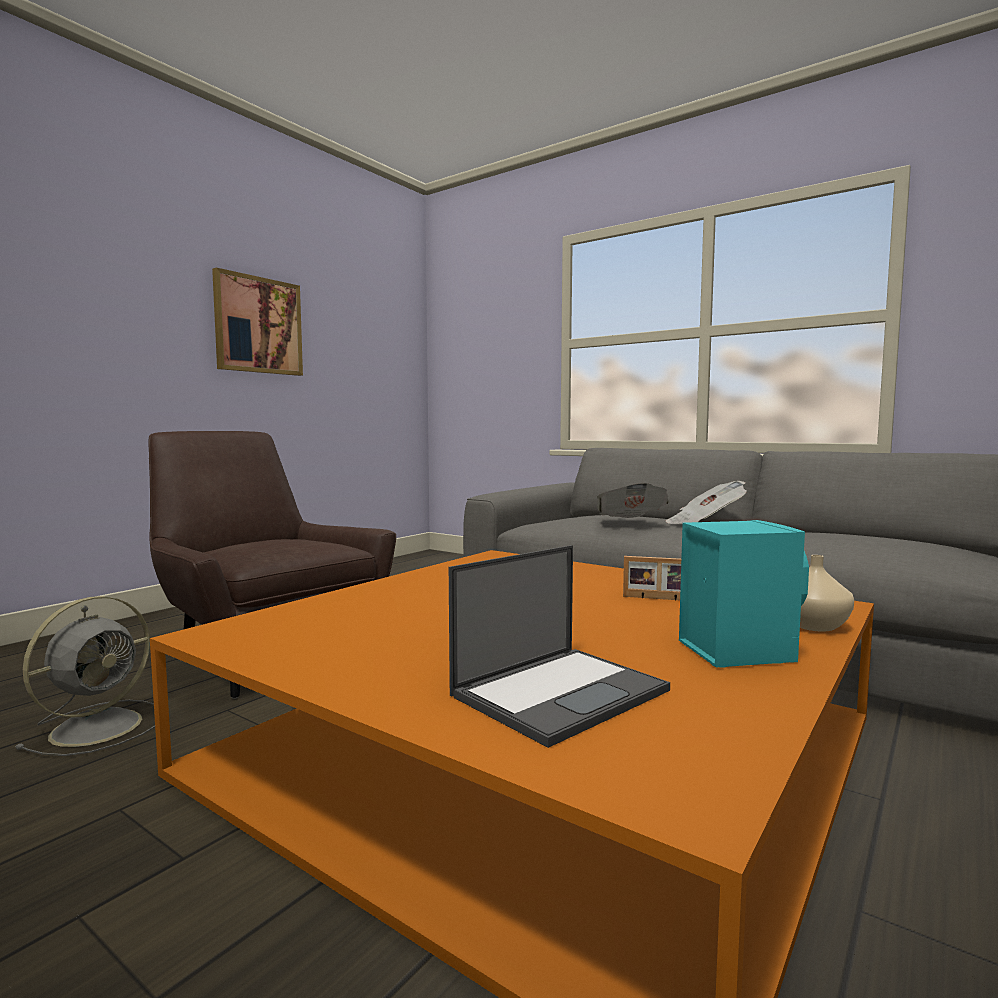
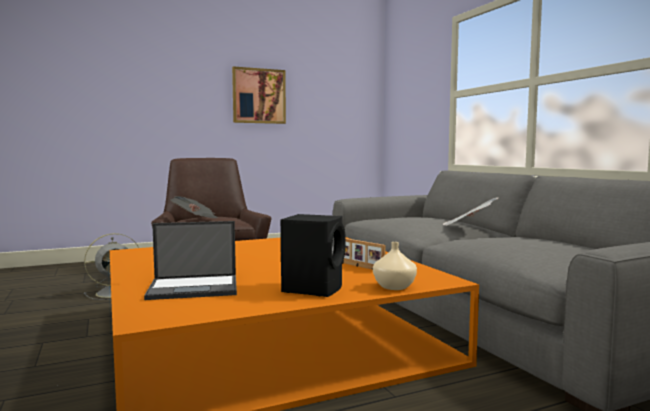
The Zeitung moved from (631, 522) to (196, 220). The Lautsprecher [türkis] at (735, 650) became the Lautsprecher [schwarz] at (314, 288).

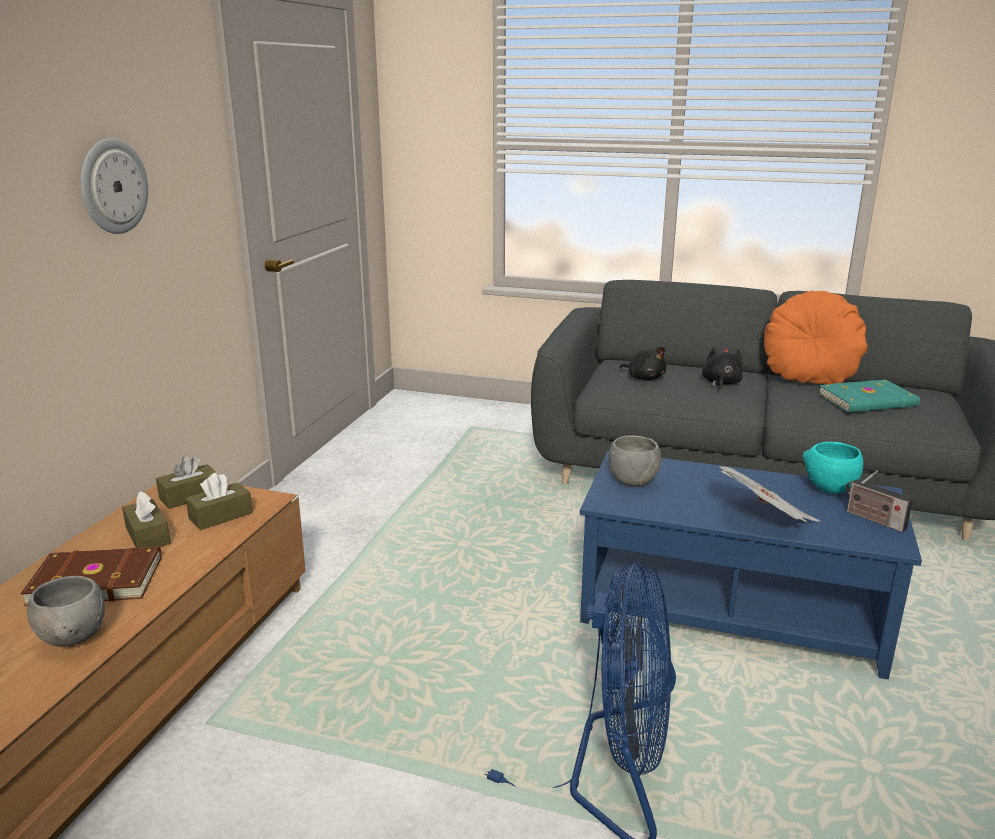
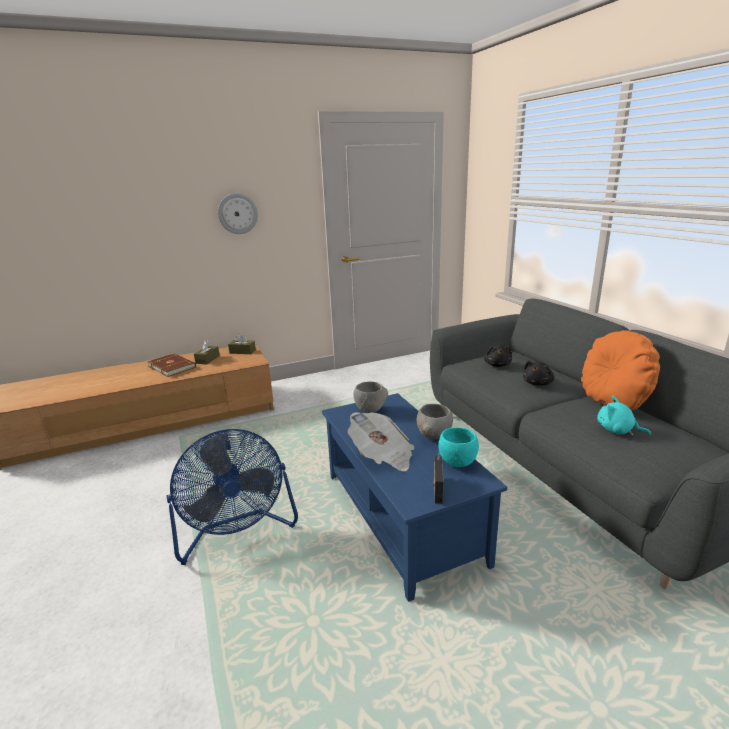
The Schüssel [grau] moved from (73, 640) to (433, 437). The Taschentuchbox [braun] at (221, 516) disappeared. The Plüschtier [schwarz] at (721, 383) turned 150 degrees clockwise. The Buch [türkis] at (868, 401) was replaced by the Plüschtier [türkis] at (617, 430).

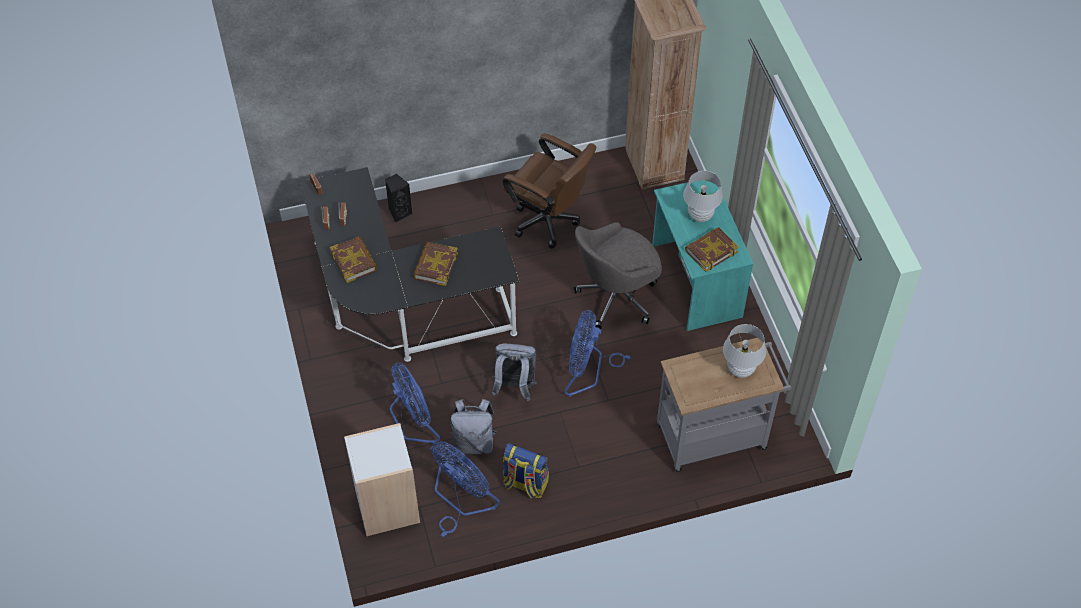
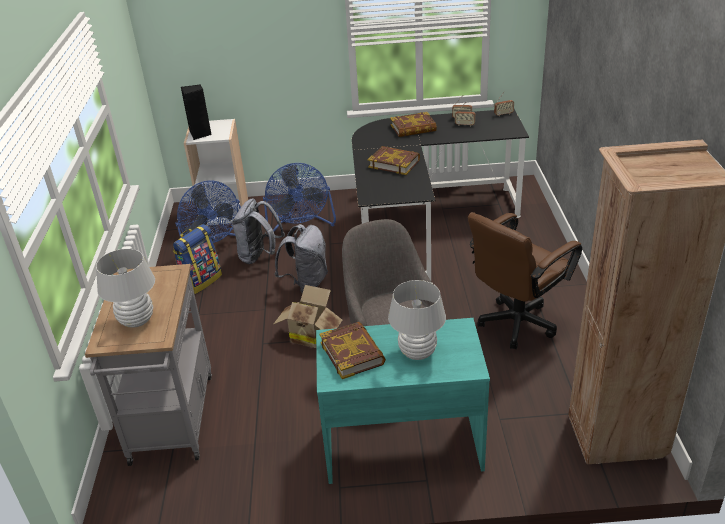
The Lautsprecher [schwarz] moved from (399, 212) to (200, 134). The Ventilator [blau] at (589, 366) was replaced by the Karton at (310, 335).

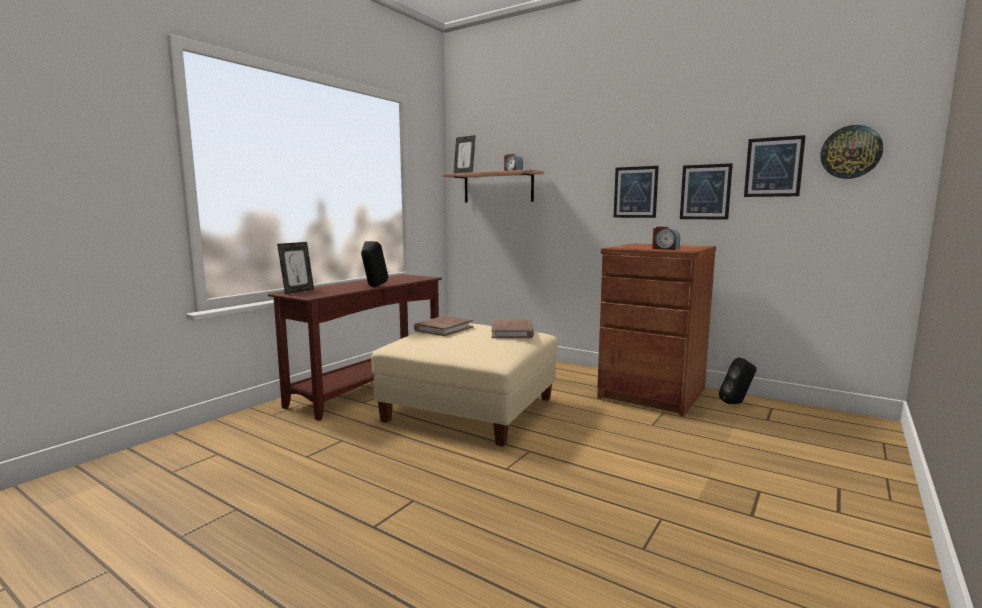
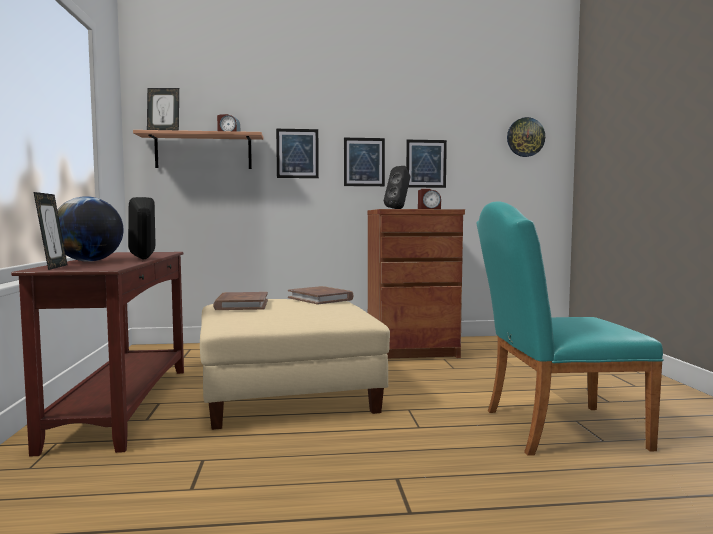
The Lautsprecher [schwarz] moved from (737, 403) to (399, 209). The Bild moved from (773, 167) to (297, 153). The Globus at (89, 261) appeared. The Stuhl [türkis] at (552, 429) appeared.

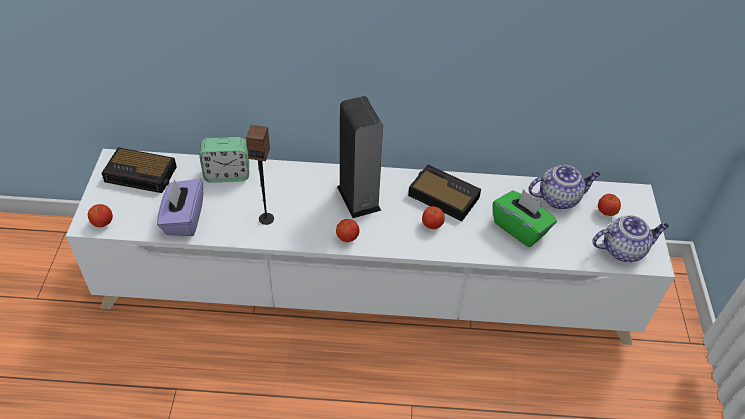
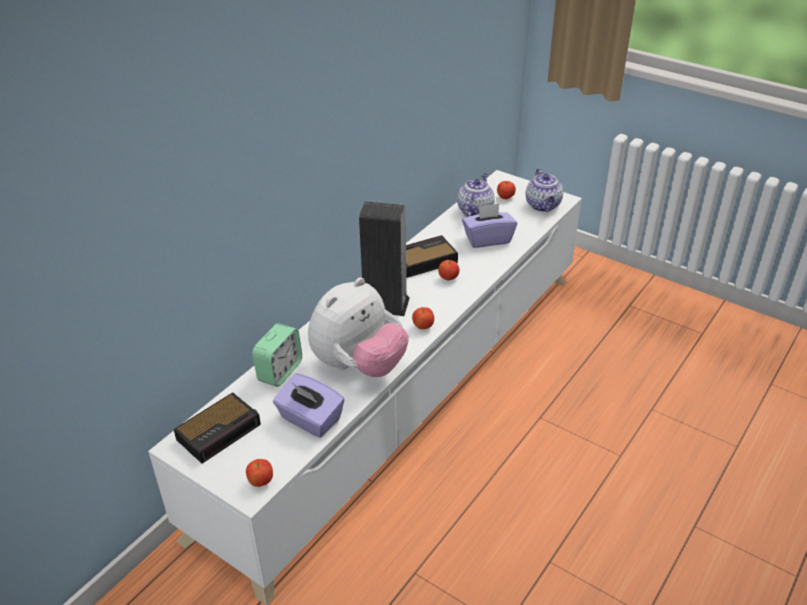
The Lautsprecher at (266, 218) was replaced by the Plüschtier at (359, 365). The Taschentuchbox [grün] at (520, 228) became the Taschentuchbox [lila] at (487, 239). The Teekanne at (623, 249) turned 150 degrees clockwise.

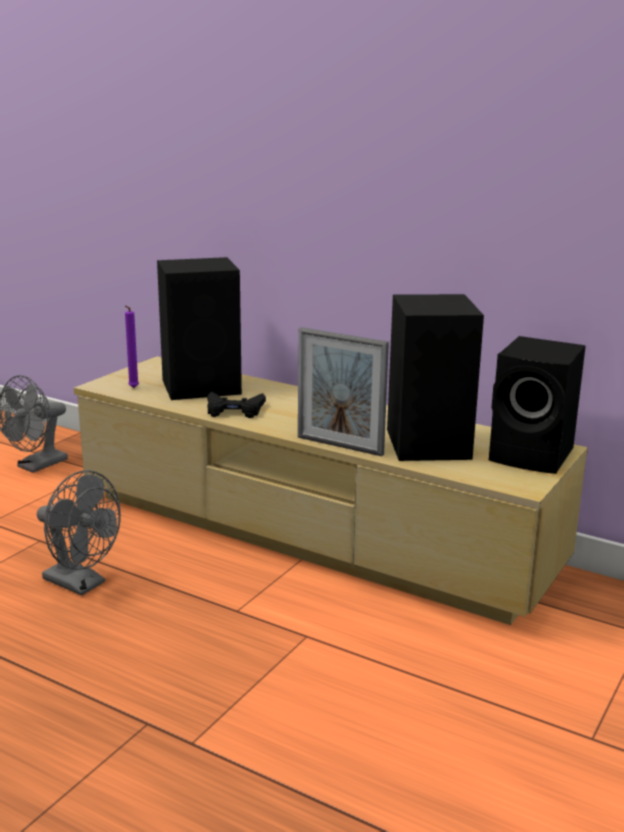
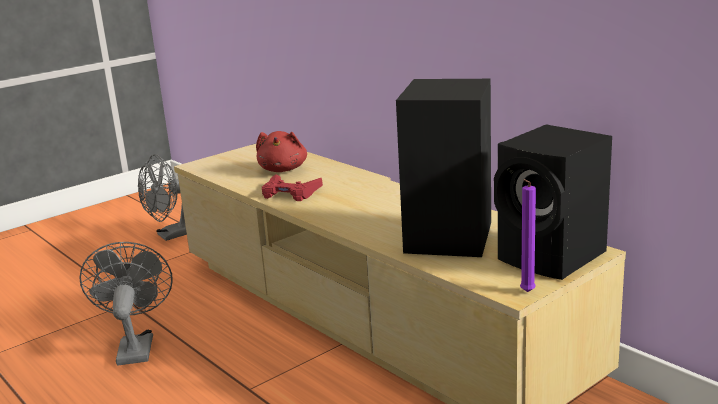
The Ventilator [grau] at (81, 584) turned 150 degrees counterclockwise. The Kerze [lila] moved from (132, 388) to (526, 293). The Lautsprecher [schwarz] at (203, 387) was replaced by the Plüschtier [rot] at (283, 169). The Gamepad [schwarz] at (234, 410) became the Gamepad [rot] at (290, 193). The Bilderrahmen at (339, 446) disappeared.

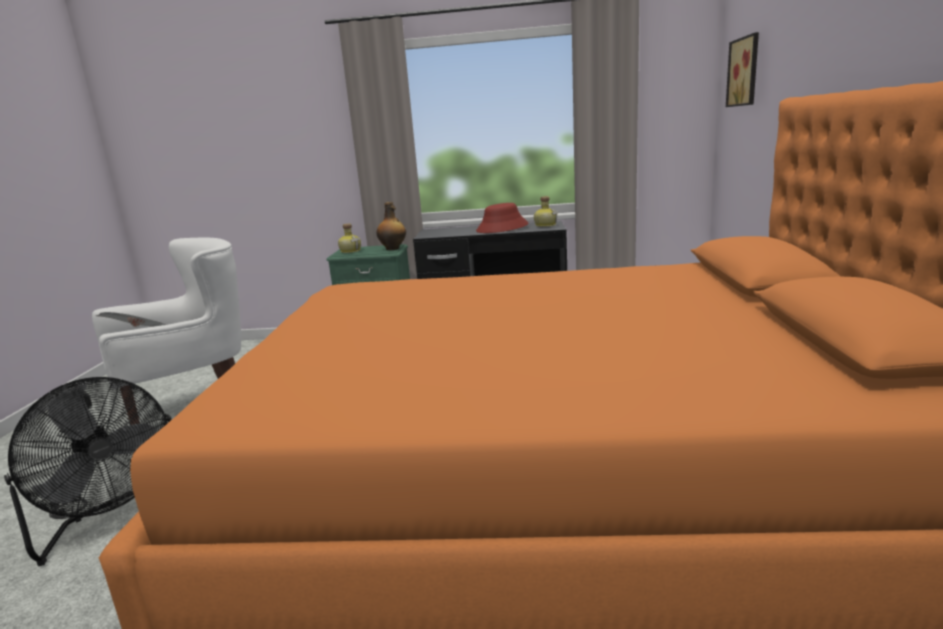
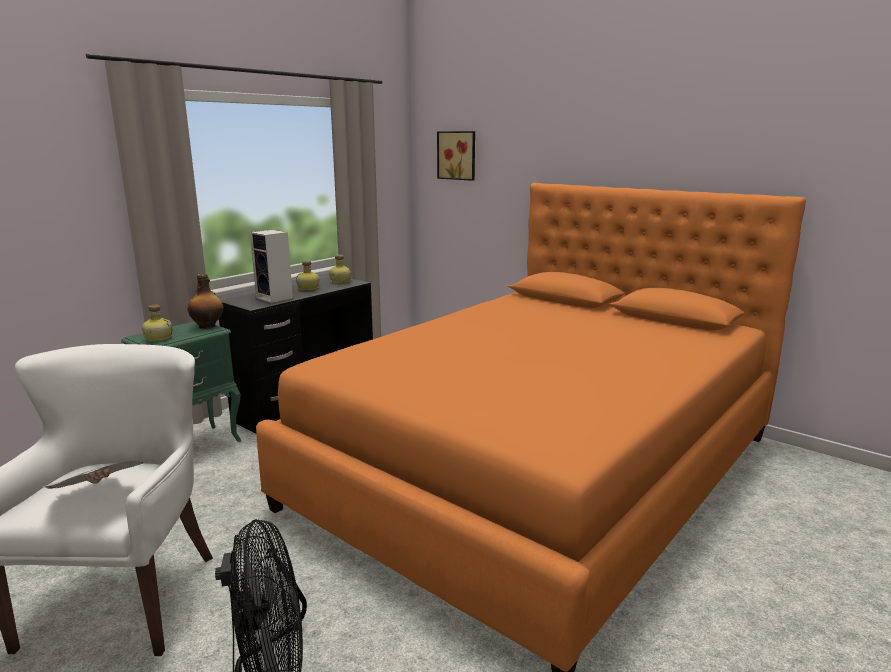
The Hut [rot] at (502, 228) was replaced by the Flasche at (308, 288). The Lautsprecher at (275, 298) appeared.

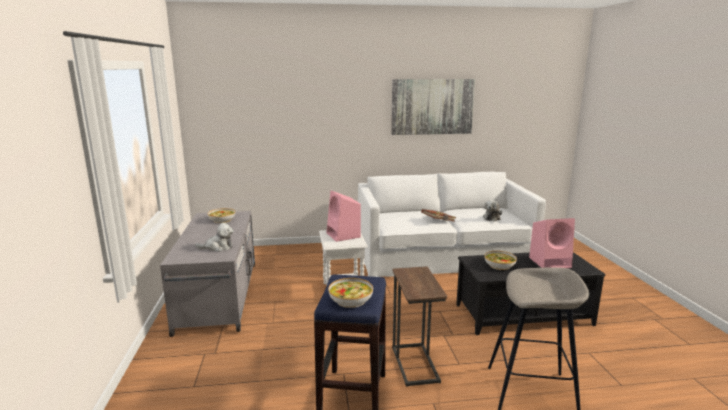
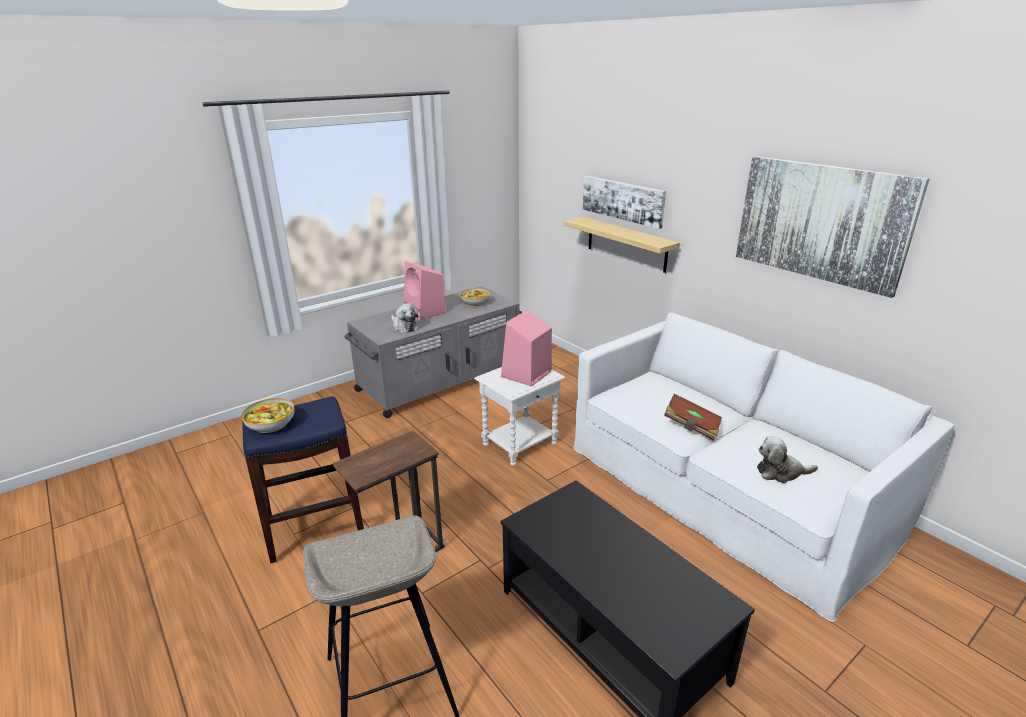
The Schüssel at (499, 265) disappeared. The Lautsprecher [rosa] moved from (550, 262) to (425, 312). The Wandregal at (626, 244) appeared. The Bild at (623, 200) appeared.

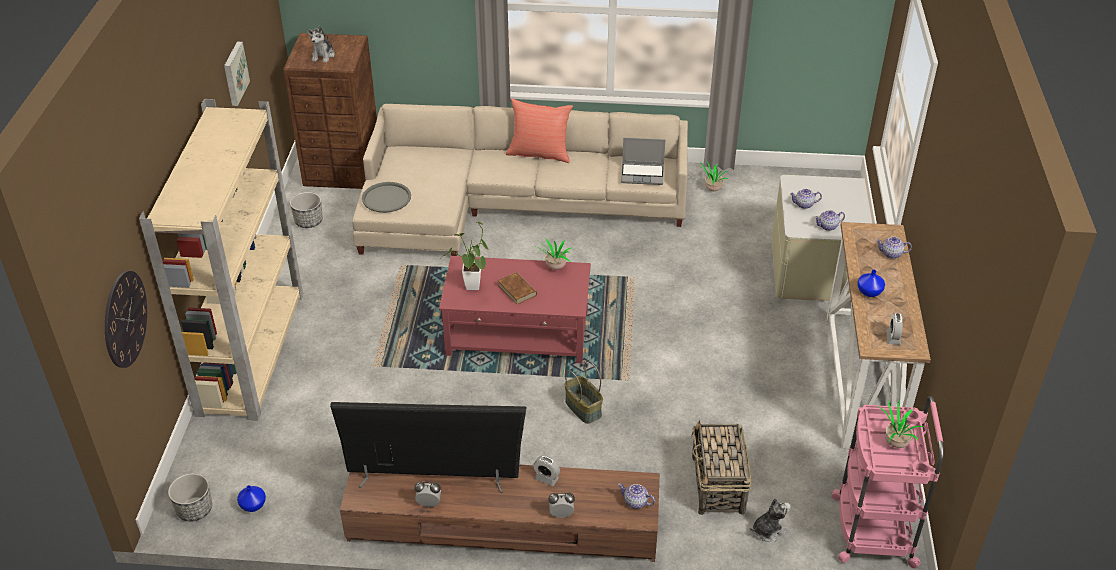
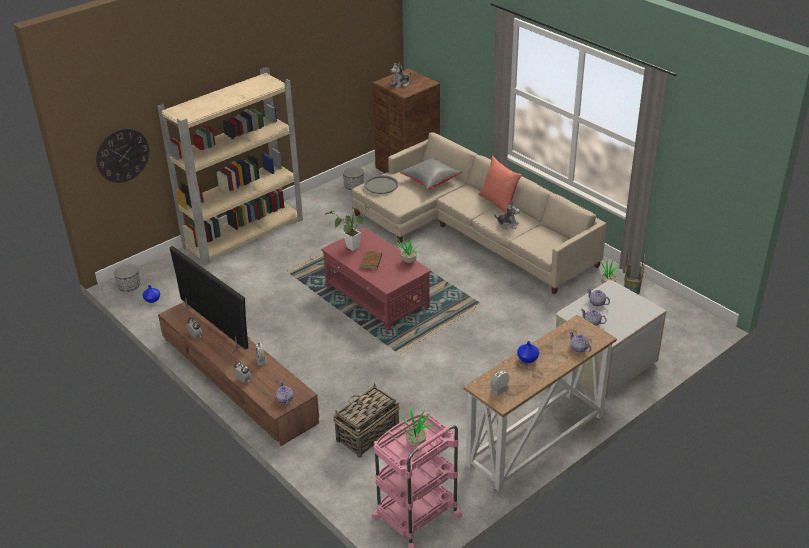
The Bild at (234, 73) disappeared. The Korb moved from (584, 408) to (632, 286). The Laptop at (643, 174) disappeared. The Plüschtier moved from (768, 530) to (507, 224). The Kissen [grau] at (430, 181) appeared.

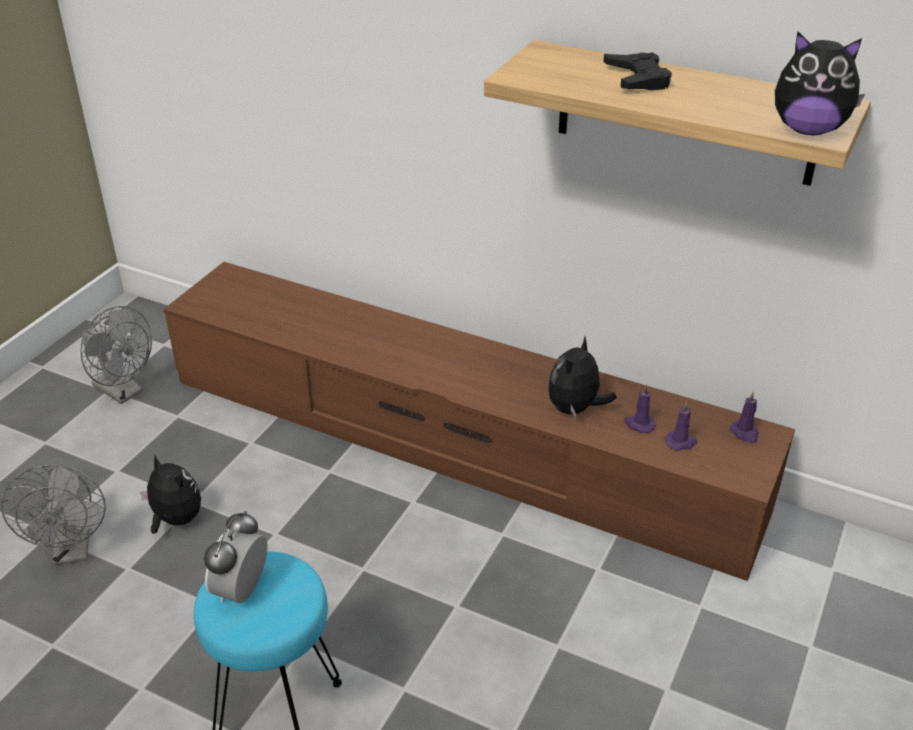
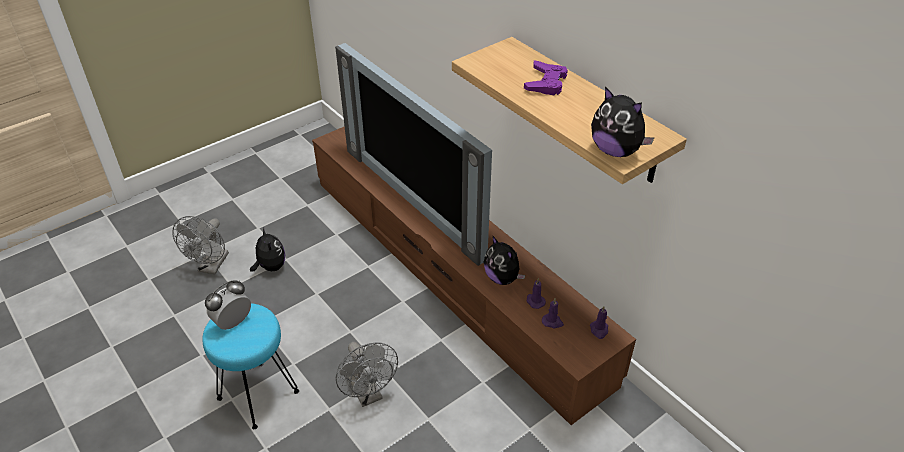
The Ventilator [grau] moved from (124, 392) to (368, 394). The Plüschtier at (575, 409) turned 90 degrees counterclockwise. The Gamepad [schwarz] at (637, 79) became the Gamepad [lila] at (546, 83). The Fernseher at (418, 198) appeared.

